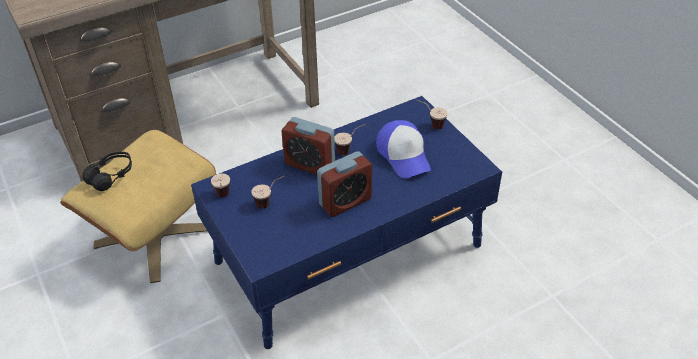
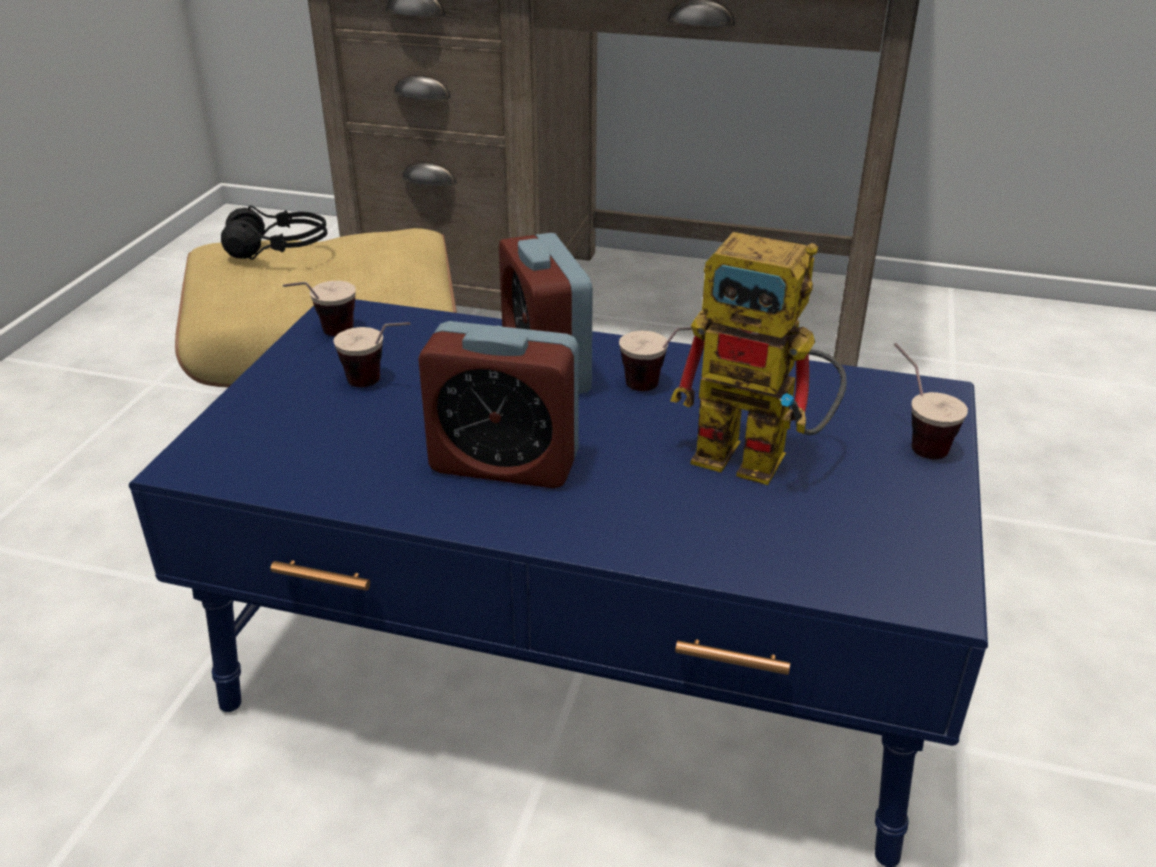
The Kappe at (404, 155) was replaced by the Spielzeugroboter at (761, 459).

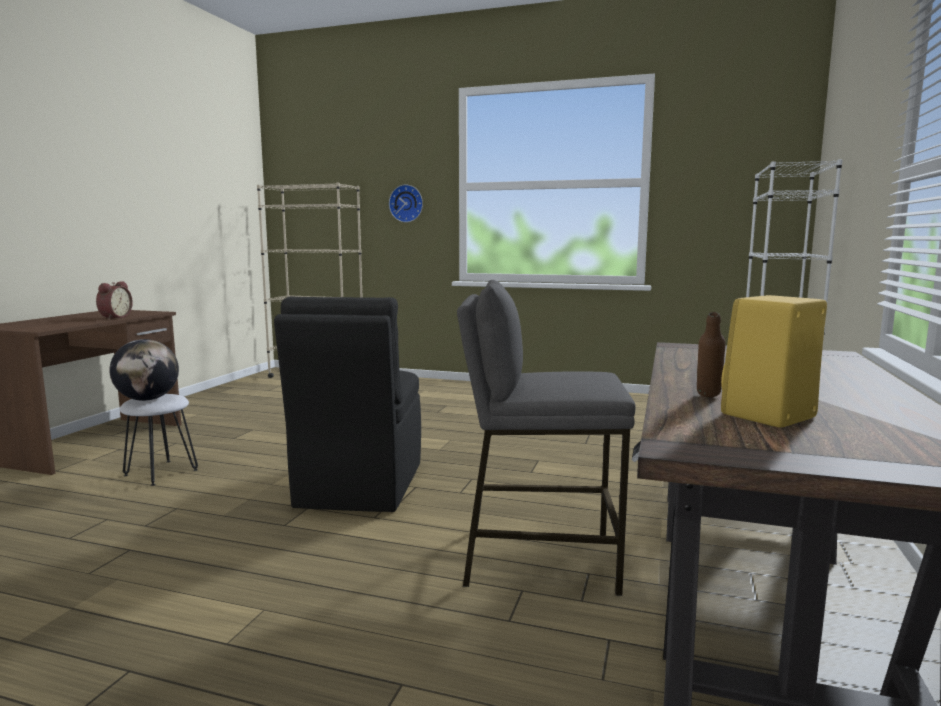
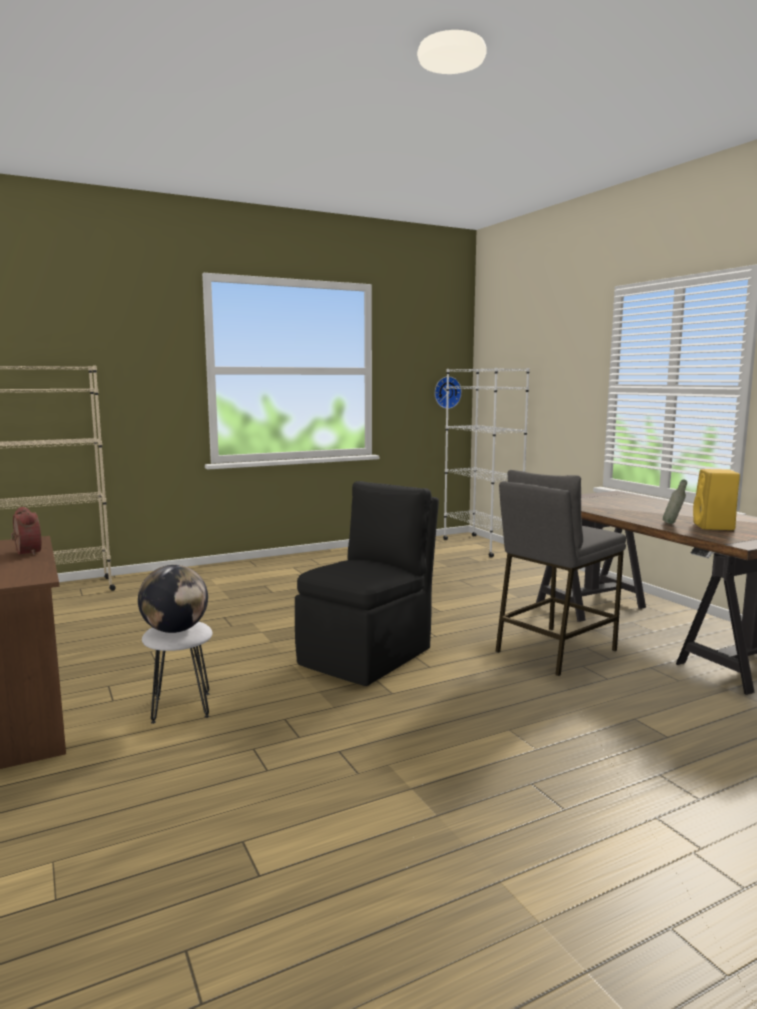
The Stuhl [schwarz] at (359, 486) turned 105 degrees counterclockwise. The Wanduhr moved from (407, 203) to (446, 392). The Flasche [braun] at (708, 398) became the Flasche [grau] at (673, 524).

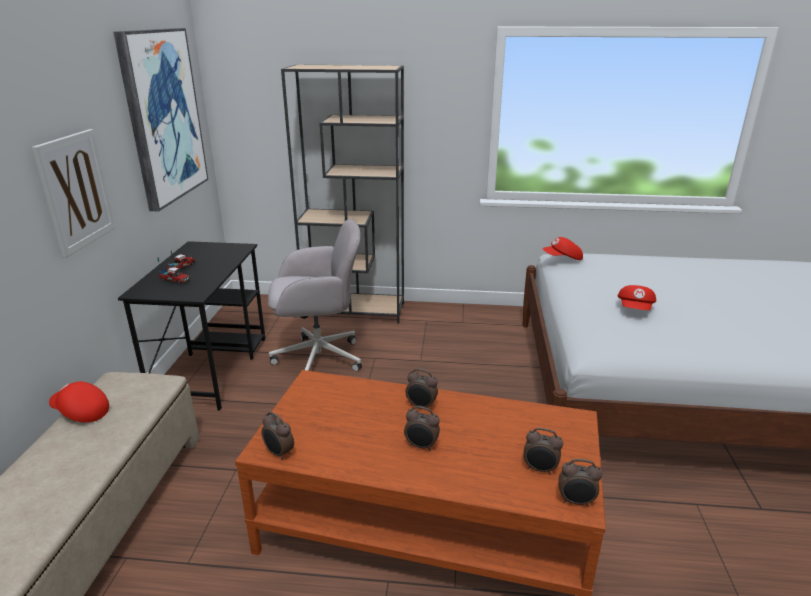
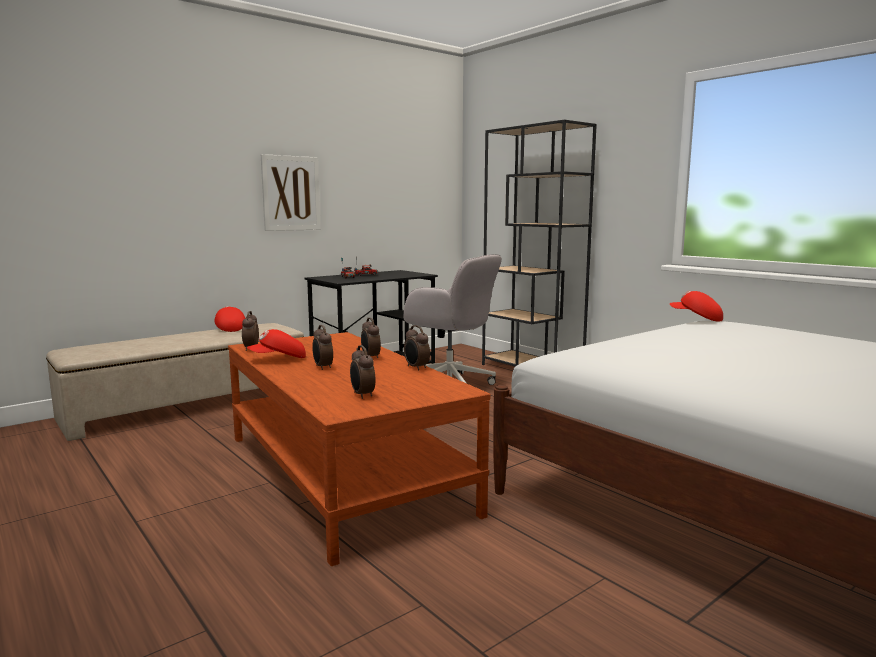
The Bild at (163, 116) disappeared. The Wecker moved from (576, 502) to (416, 368). The Kappe [rot] moved from (635, 309) to (278, 359).

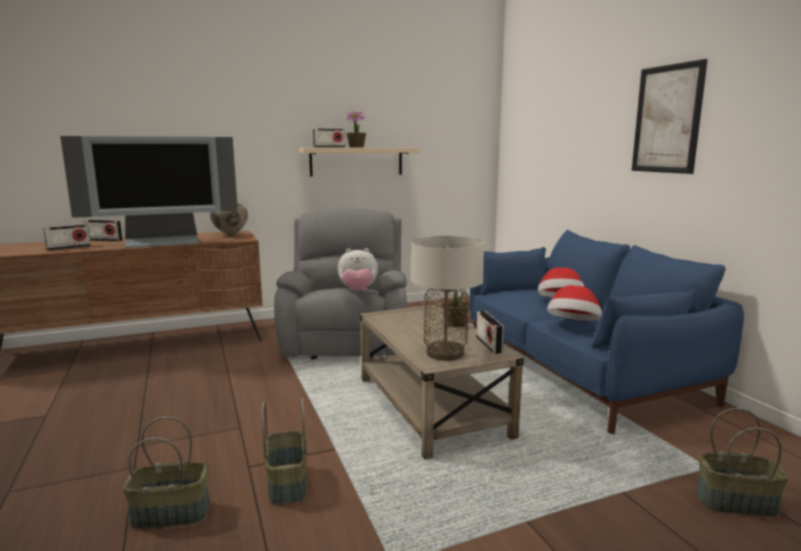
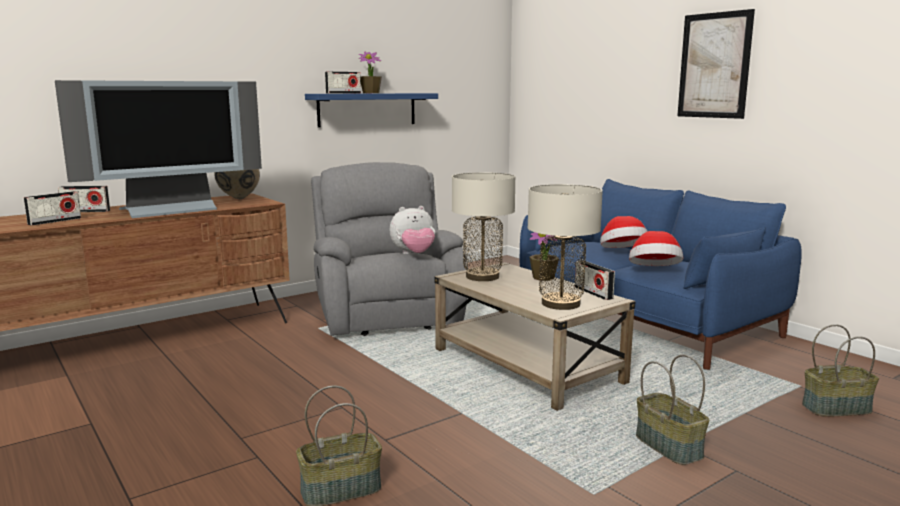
The Korb moved from (288, 484) to (670, 446). The Wandregal [beige] at (356, 161) became the Wandregal [blau] at (367, 109). The Tischlampe at (482, 276) appeared.

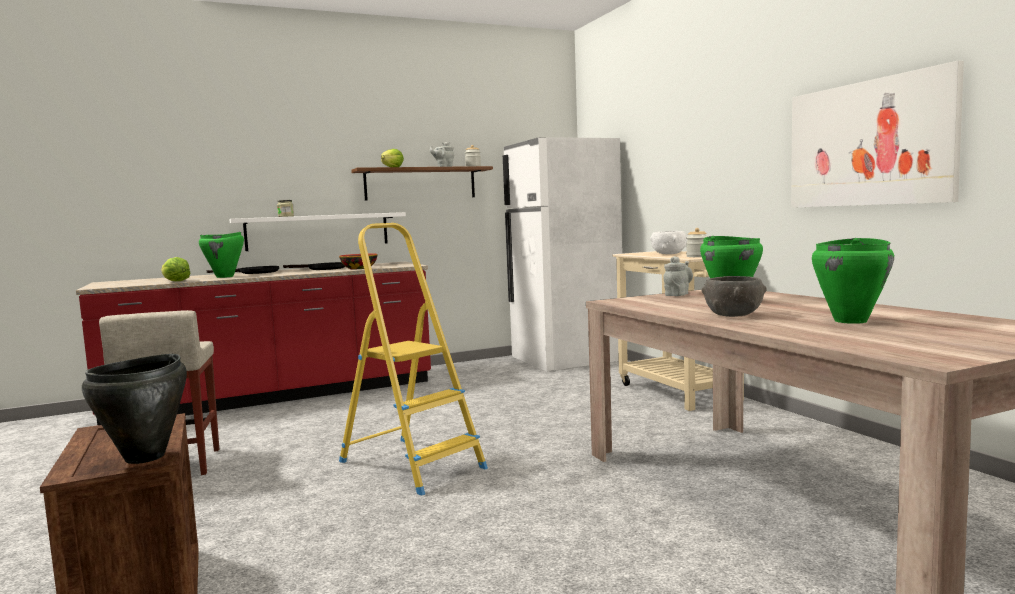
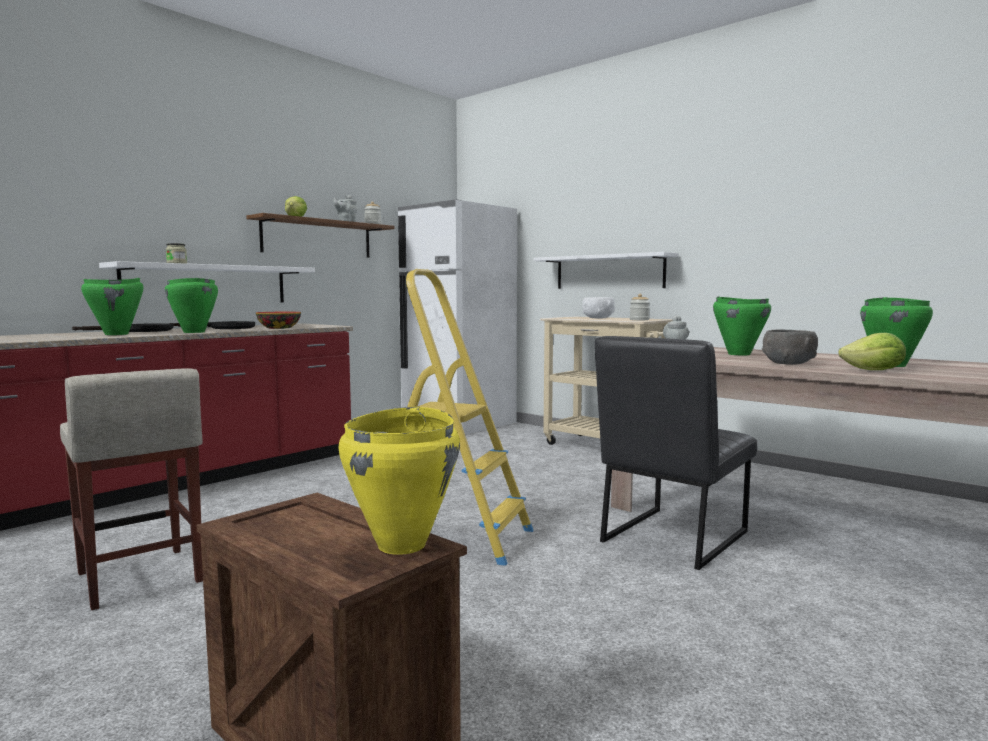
The Kochtopf [schwarz] at (146, 457) became the Kochtopf [gelb] at (403, 545). The Salatkopf moved from (175, 281) to (874, 371). The Bild at (868, 143) disappeared. The Kochtopf [grün] at (193, 332) appeared. The Wandregal [weiß] at (609, 272) appeared. The Stuhl [grau] at (671, 537) appeared.

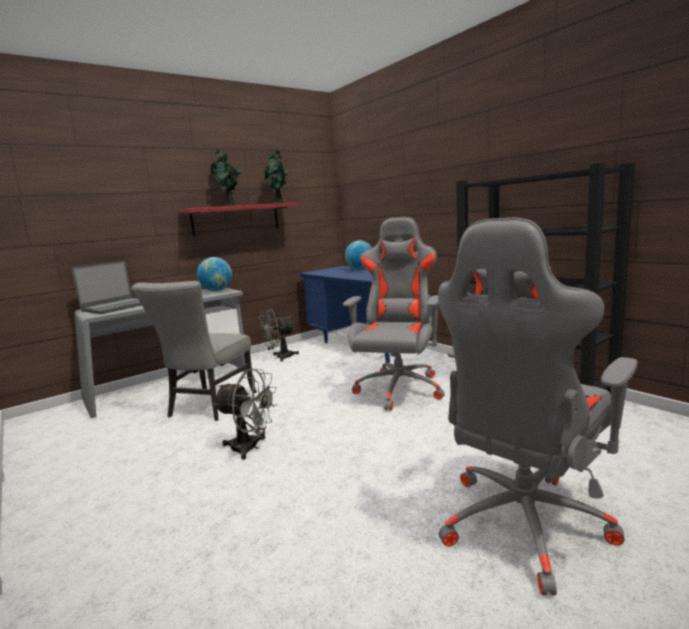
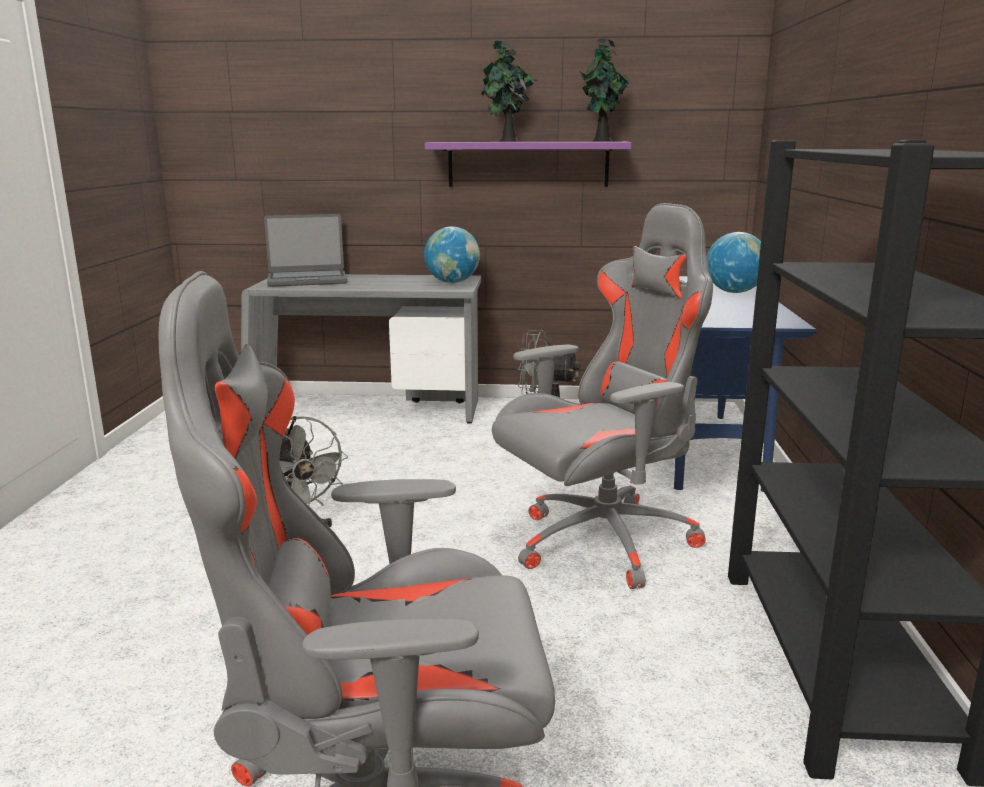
The Stuhl [grau] at (208, 406) disappeared. The Wandregal [rot] at (236, 219) became the Wandregal [lila] at (528, 164).

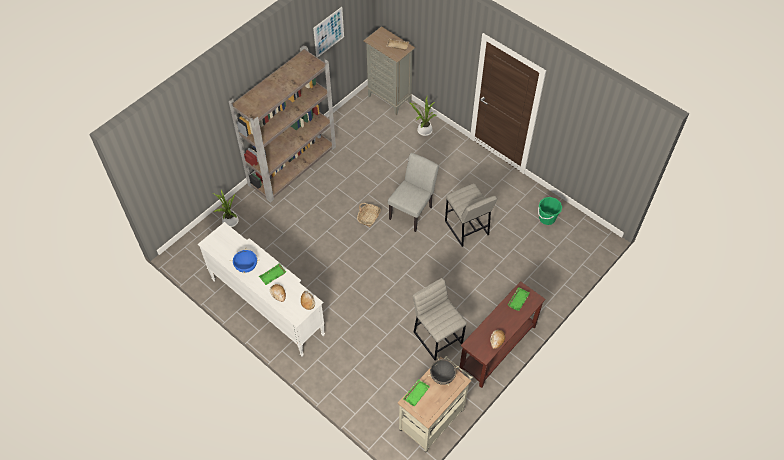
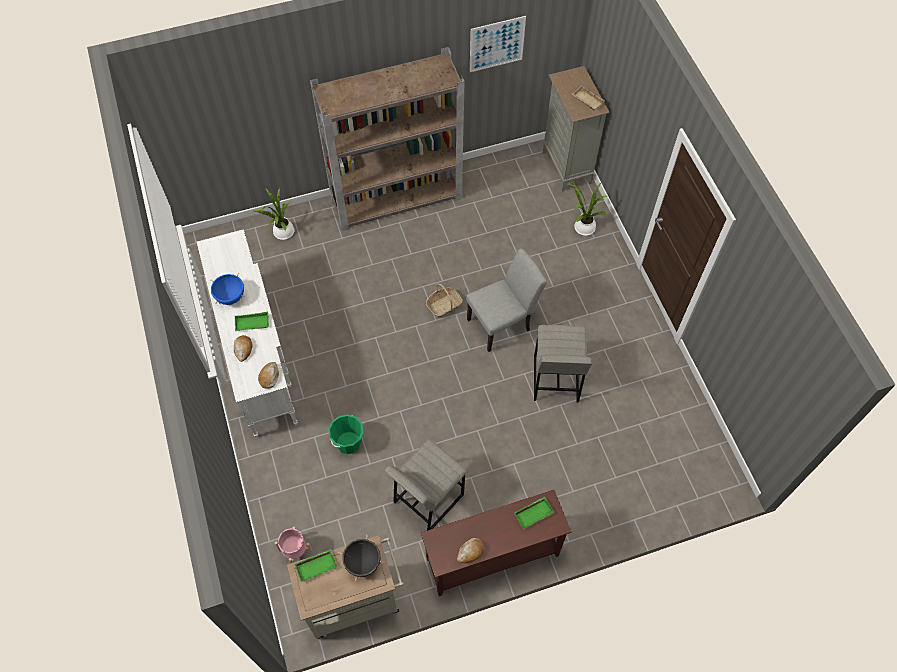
The Stuhl [grau] at (437, 337) turned 135 degrees counterclockwise. The Eimer [grün] moved from (547, 218) to (348, 442). The Pflanzkübel [rosa] at (295, 550) appeared.

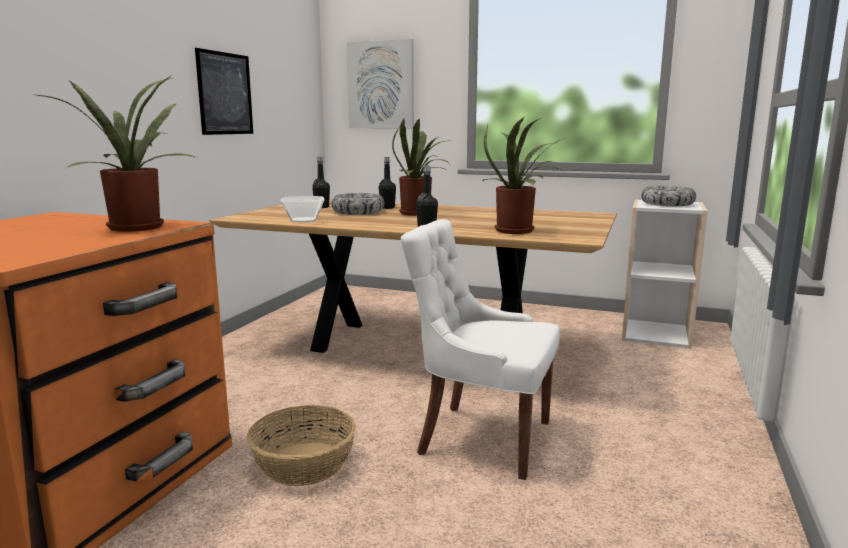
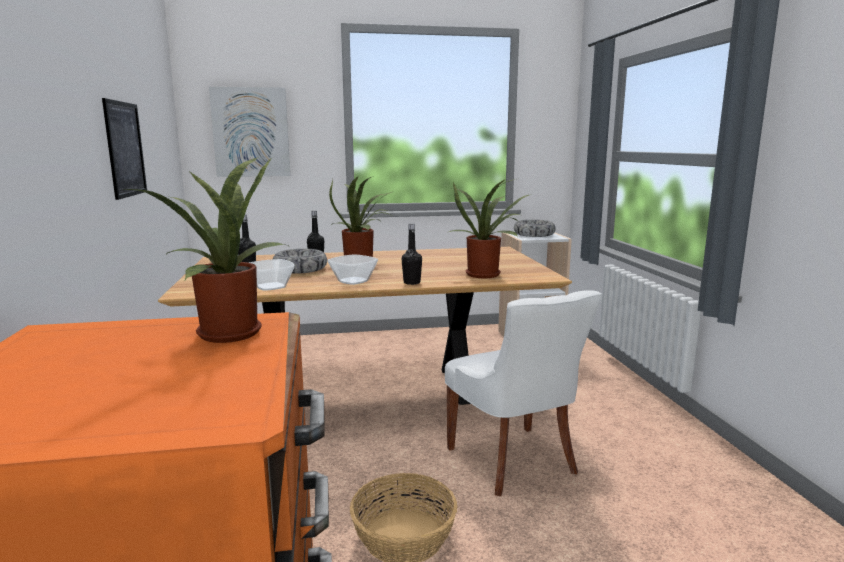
The Stuhl [weiß] at (481, 437) turned 105 degrees counterclockwise. The Schüssel at (352, 281) appeared.

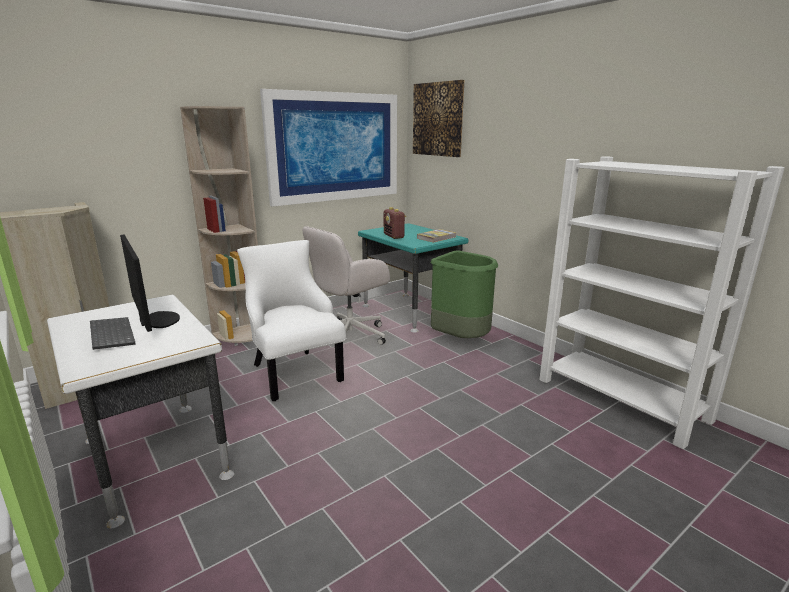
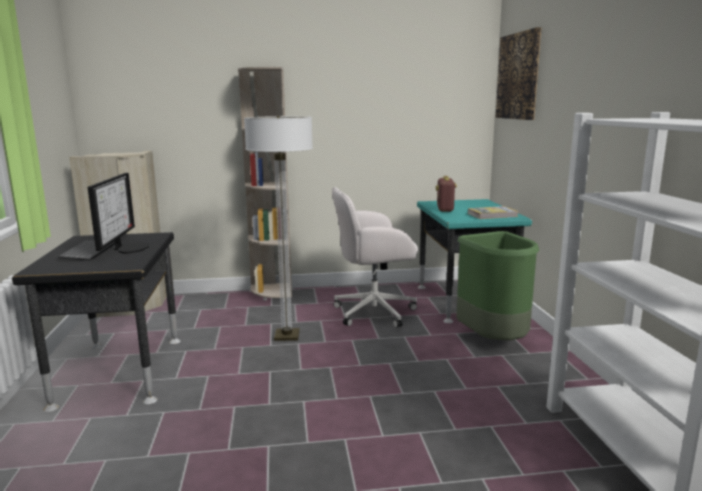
The Schreibtisch [weiß] at (154, 456) became the Schreibtisch [schwarz] at (119, 370). The Stuhl [weiß] at (296, 375) was replaced by the Stehlampe at (287, 336). The Bild at (335, 147) disappeared.

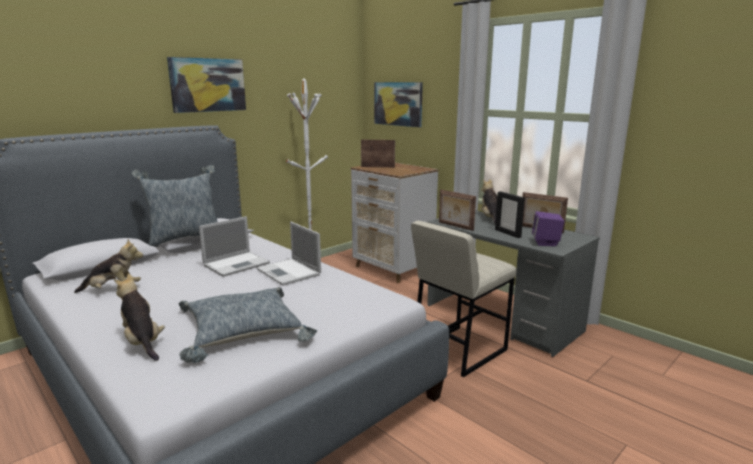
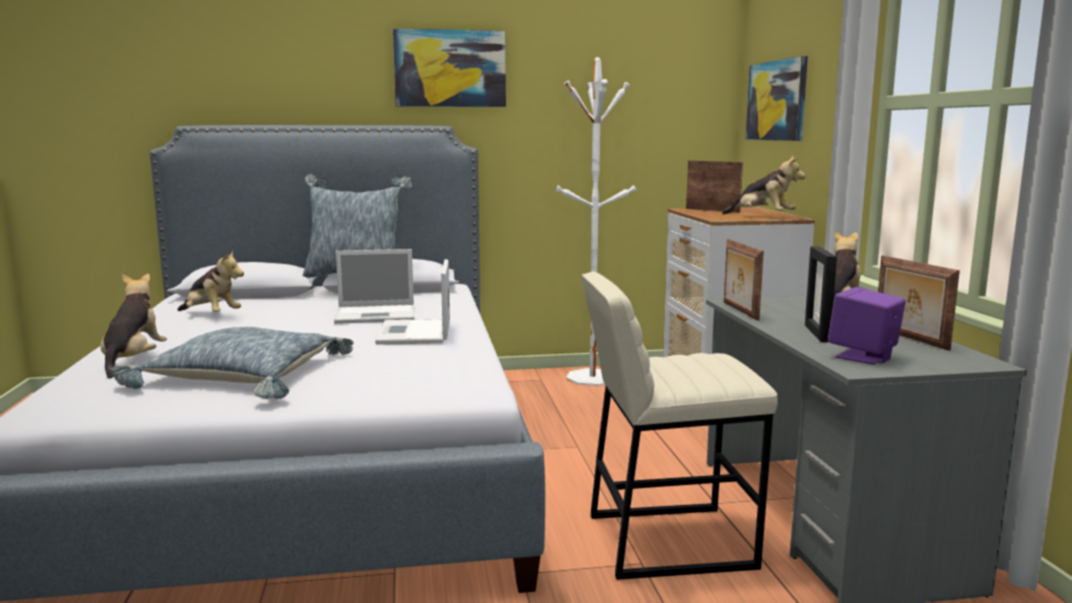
The Plüschtier at (762, 216) appeared.

